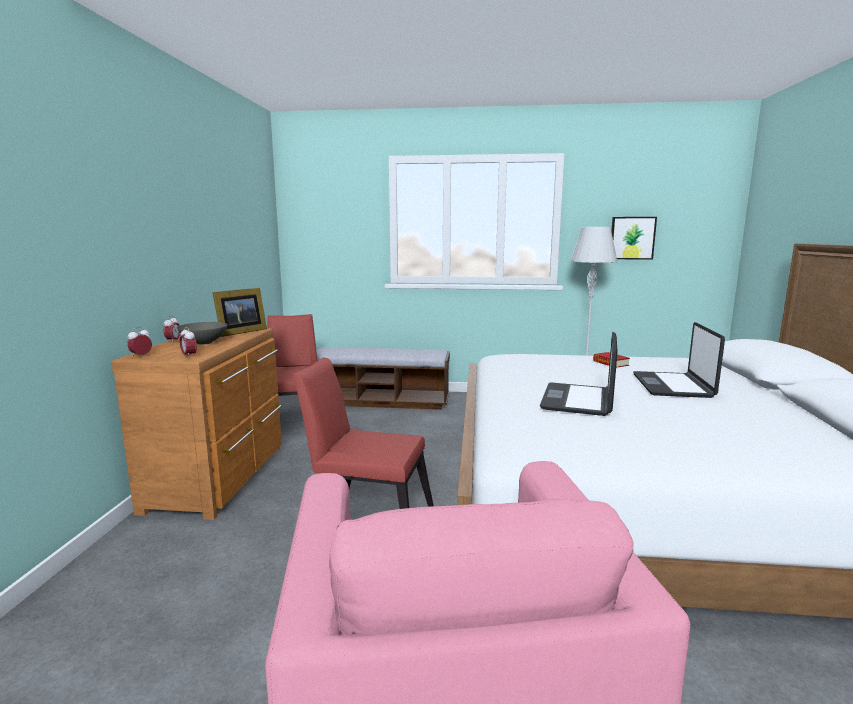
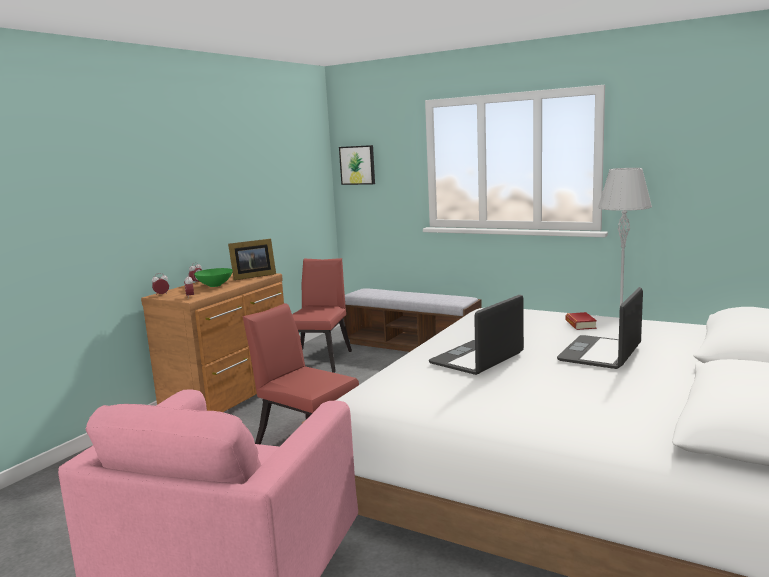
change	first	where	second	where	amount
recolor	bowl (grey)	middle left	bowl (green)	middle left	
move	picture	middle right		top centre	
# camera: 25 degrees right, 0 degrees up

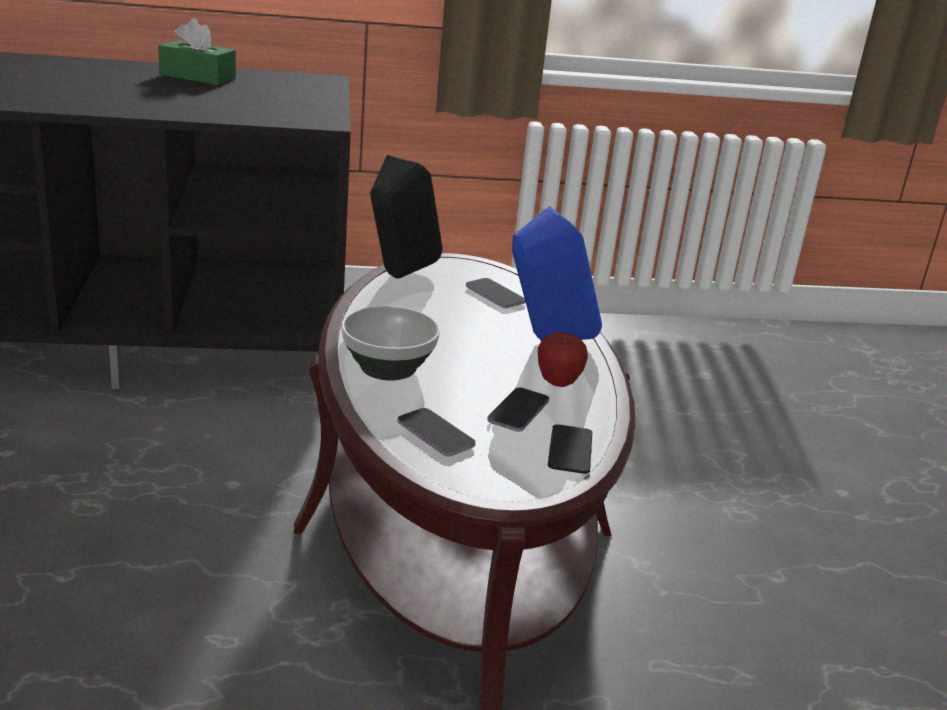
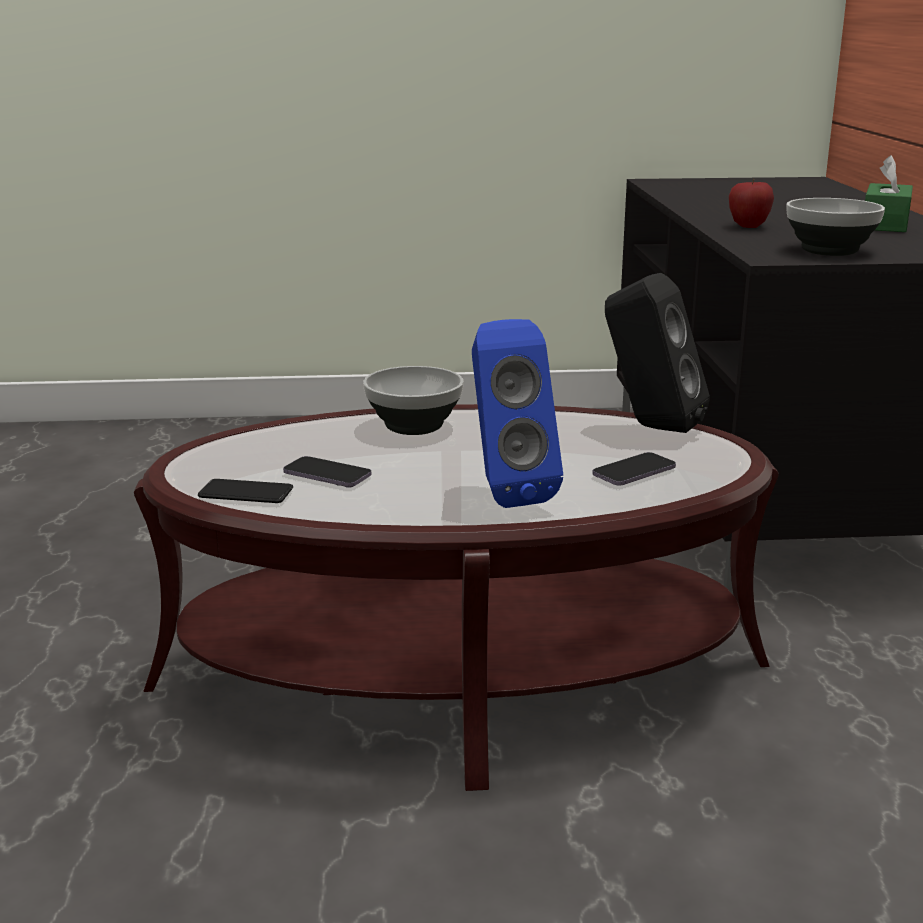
change	first	where	second	where	amount
move	apple	centre		top right	
insert			bowl (2nd from left)	top right	
delete	phone (1st from left)	centre			
# camera: 95 degrees right, 5 degrees down

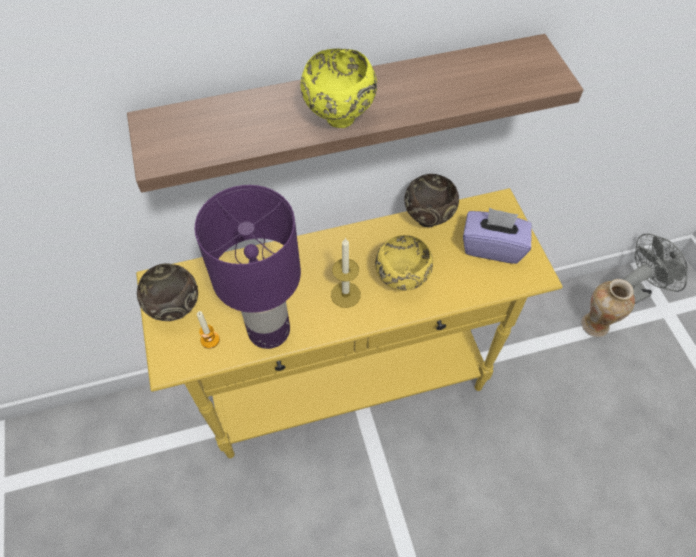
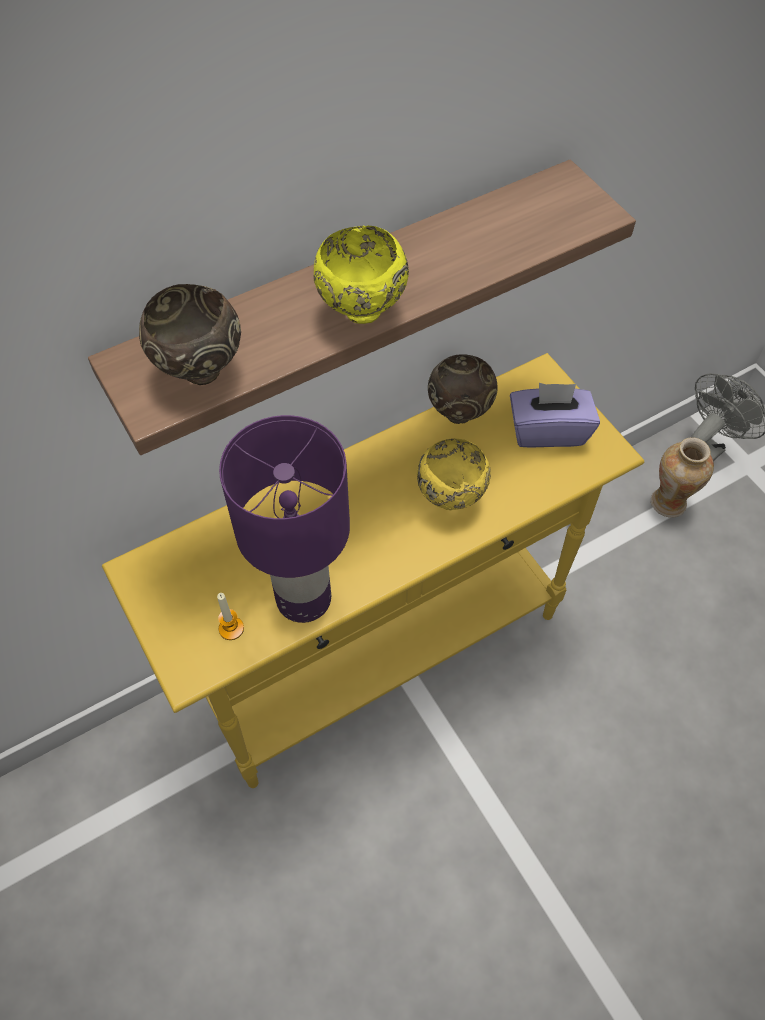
change	first	where	second	where	amount
move	bowl (brown) (1st from left)	middle left		top left	
delete	candle (2nd from left)	centre			
# camera: 15 degrees left, 0 degrees up

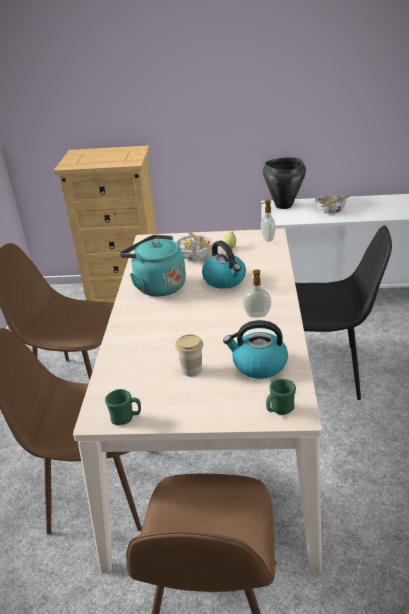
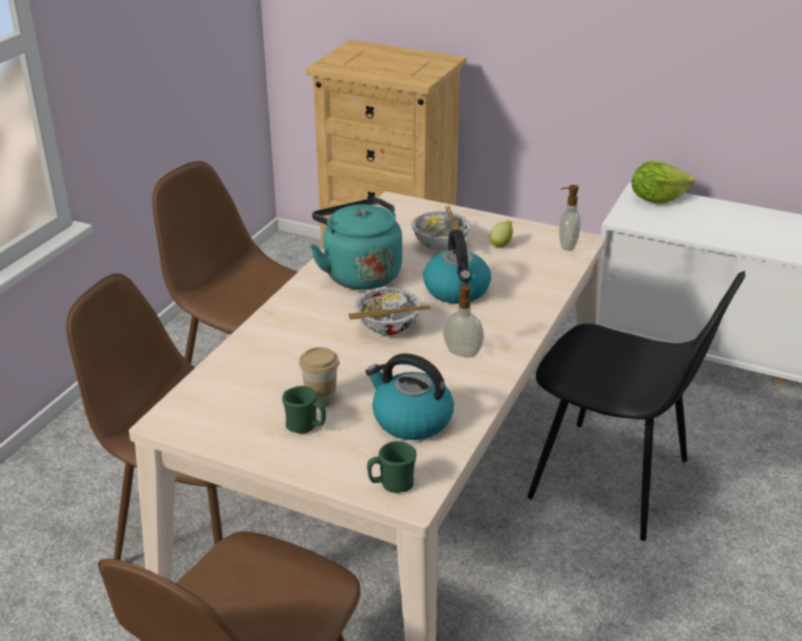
change	first	where	second	where	amount
move	mug (green) (1st from left)	middle left		centre	
move	bowl (2nd from left in the first image)	top right	bowl (1st from left)	centre	
replace	cooking pot (black)	top right	lettuce	top right	
# camera: 20 degrees right, 0 degrees up

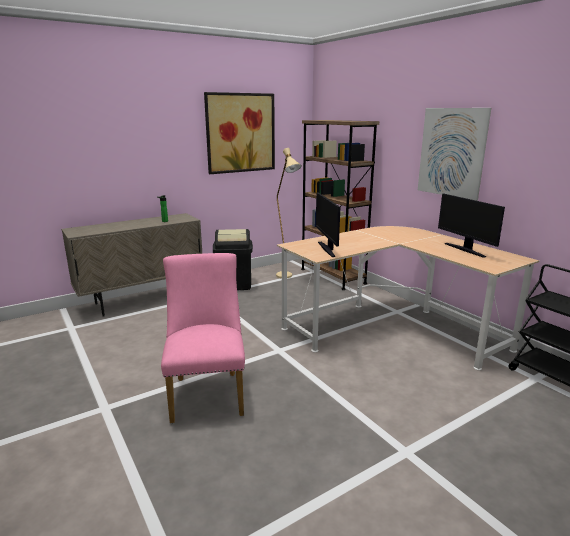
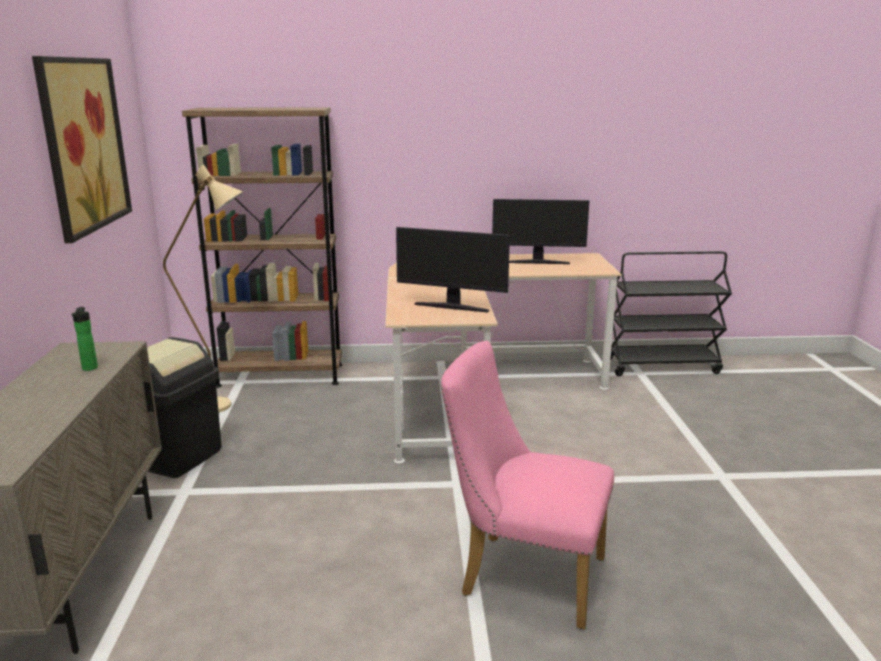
change	first	where	second	where	amount
delete	picture (2nd from left)	top right			
# camera: 60 degrees left, 0 degrees up

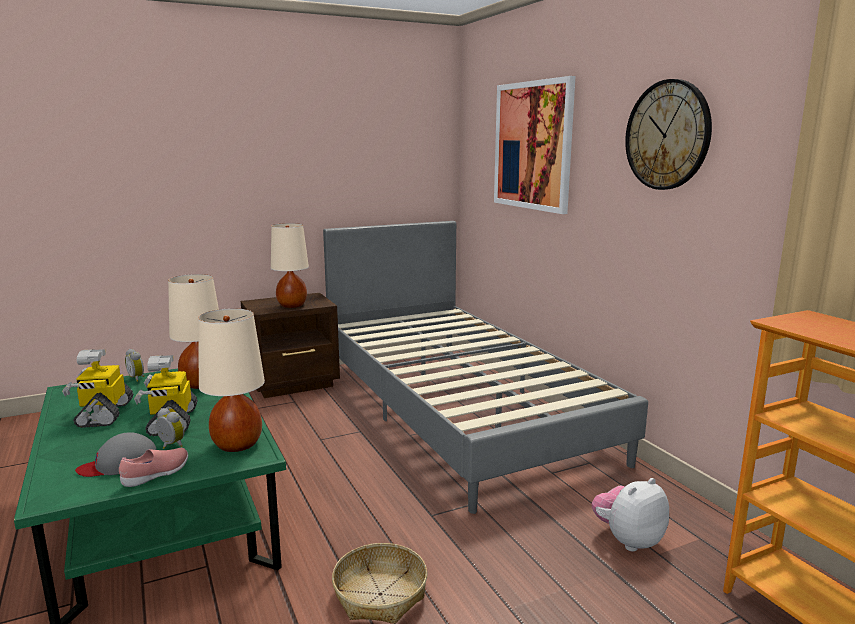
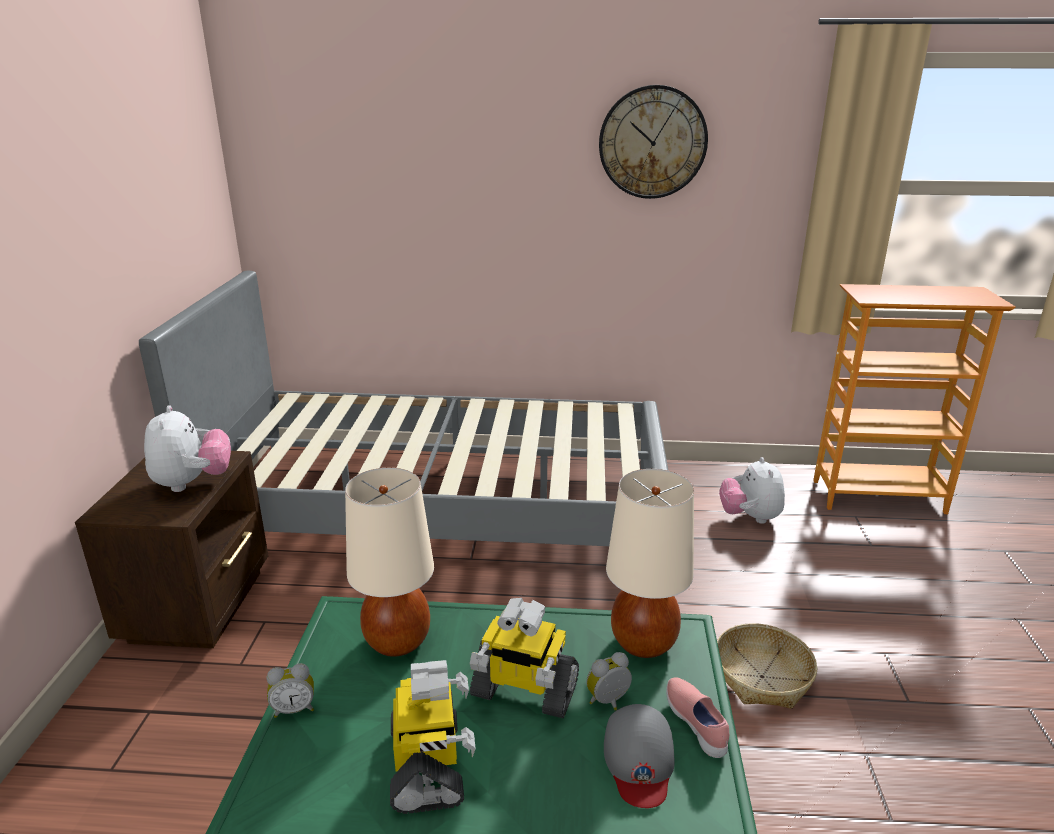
change	first	where	second	where	amount
replace	table lamp (beige) (3rd from left)	centre	plush toy (1st from left)	middle left	
rotate	toy robot (1st from left)	middle left		bottom centre	120 degrees counterclockwise
delete	picture	top centre			
# camera: 60 degrees left, 10 degrees up

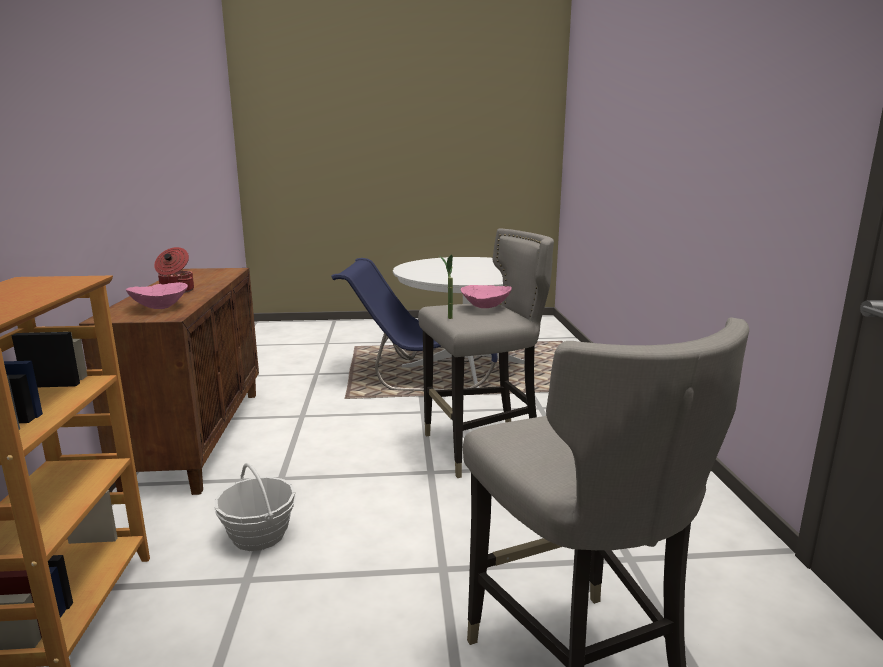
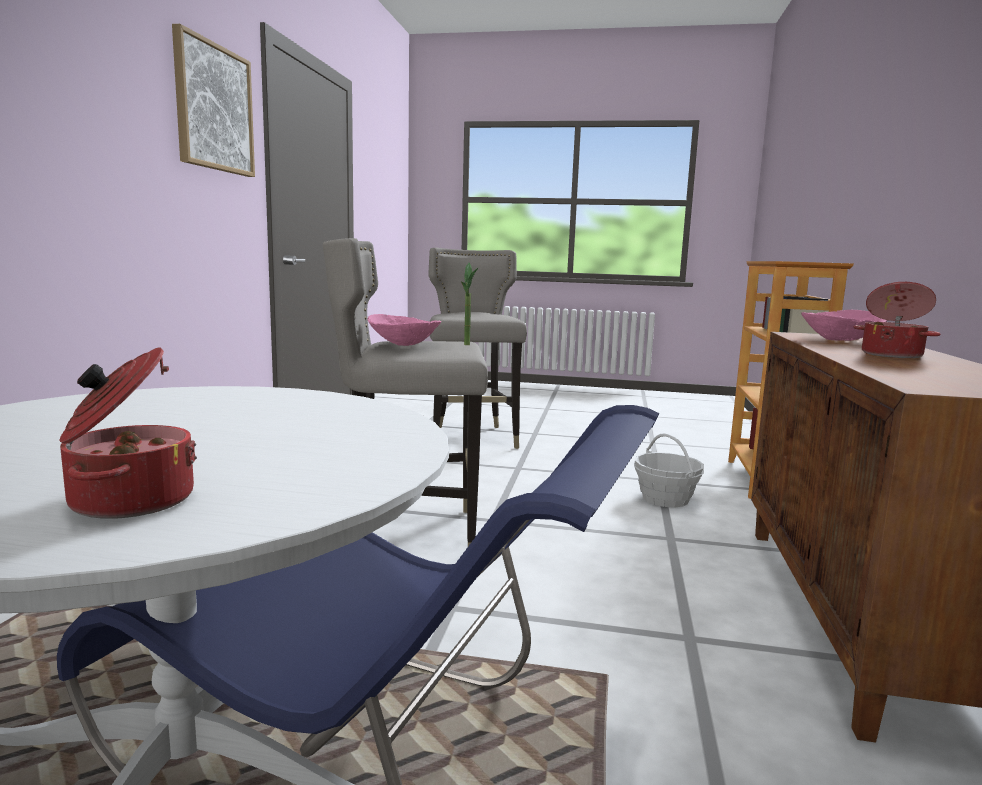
change	first	where	second	where	amount
insert			cooking pot (1st from left)	middle left	
insert			picture	top left	
# camera: 165 degrees left, 5 degrees down

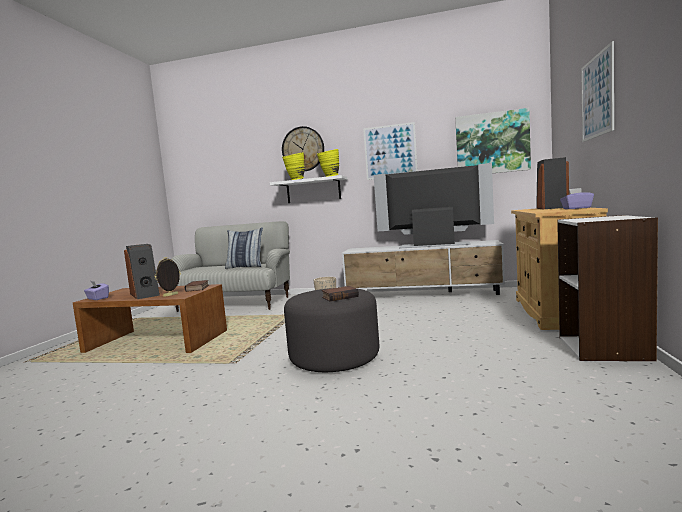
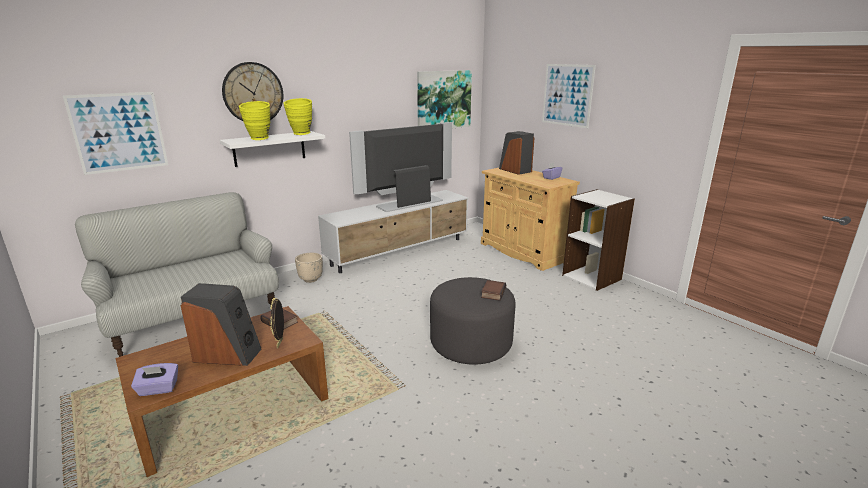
change	first	where	second	where	amount
move	picture (1st from left)	top centre		top left	
delete	pillow	centre			
# camera: 50 degrees left, 15 degrees up

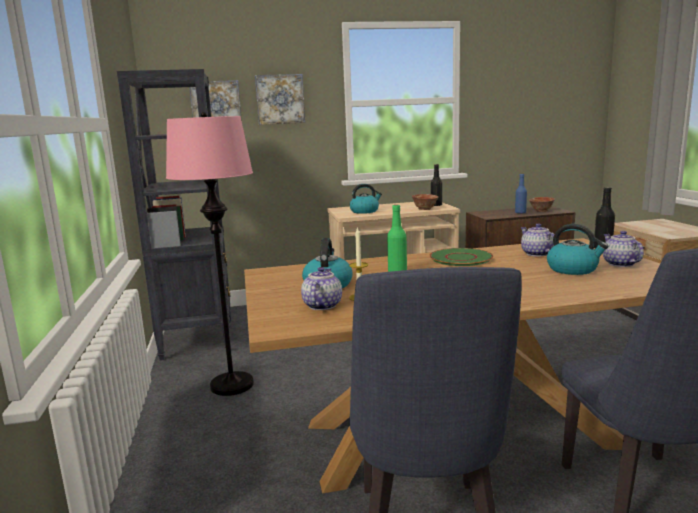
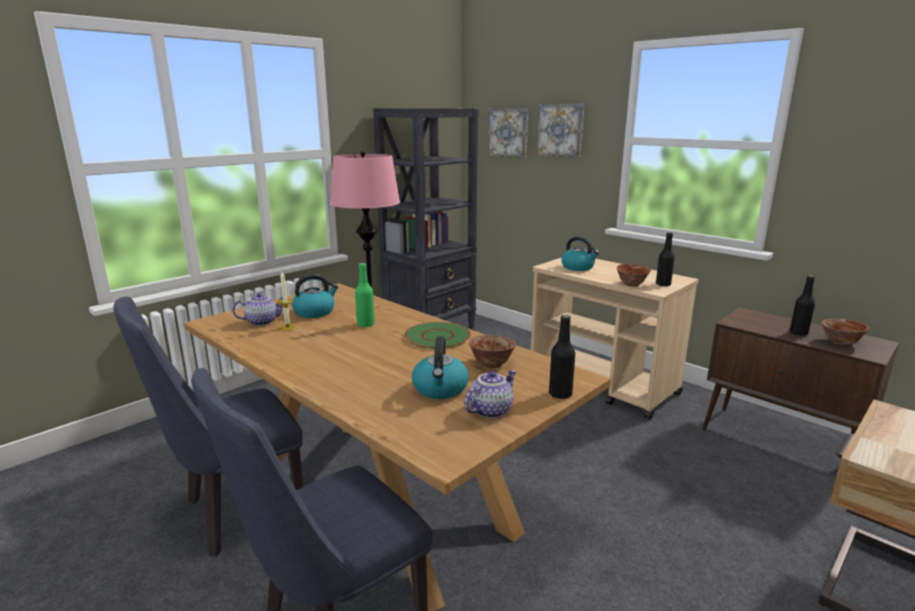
change	first	where	second	where	amount
replace	teapot (2nd from left)	middle right	bowl (1st from left)	centre	
recolor	bottle (blue)	middle right	bottle (black) (3rd from left)	middle right	
# camera: 55 degrees right, 5 degrees up

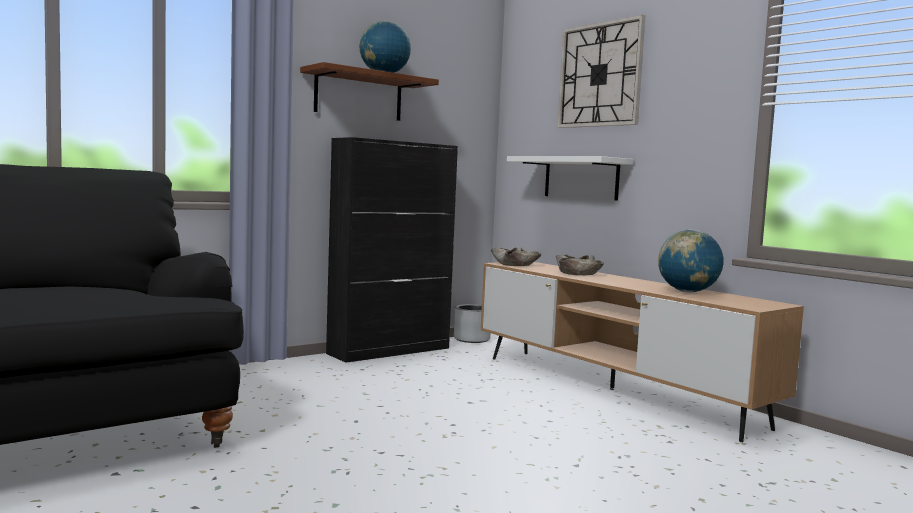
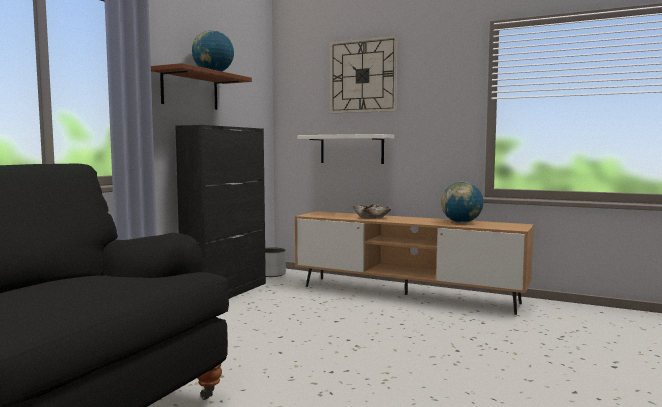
change	first	where	second	where	amount
delete	bowl (beige) (1st from left)	centre			
# camera: 25 degrees left, 0 degrees up

